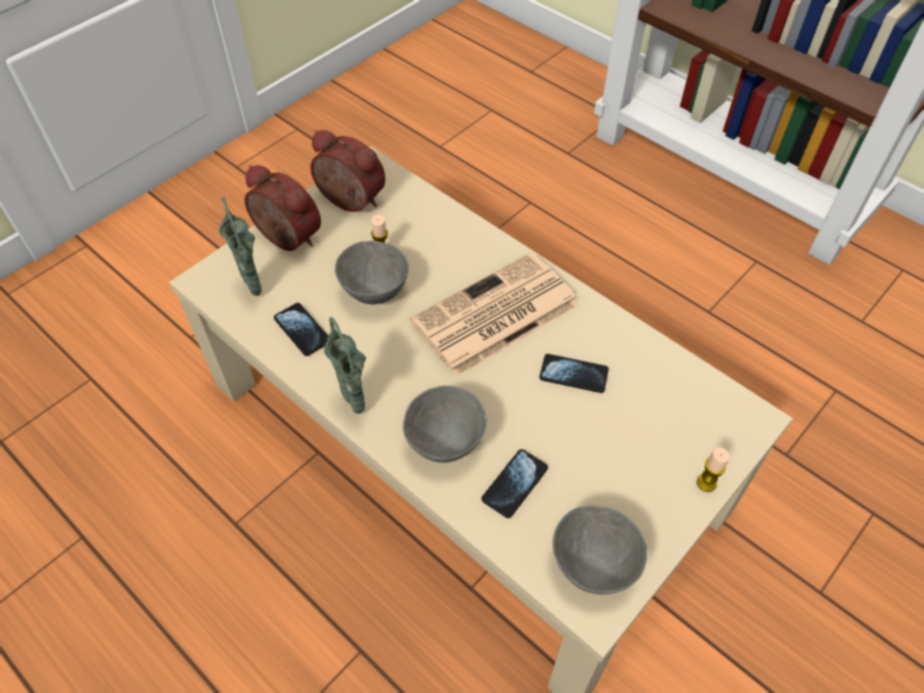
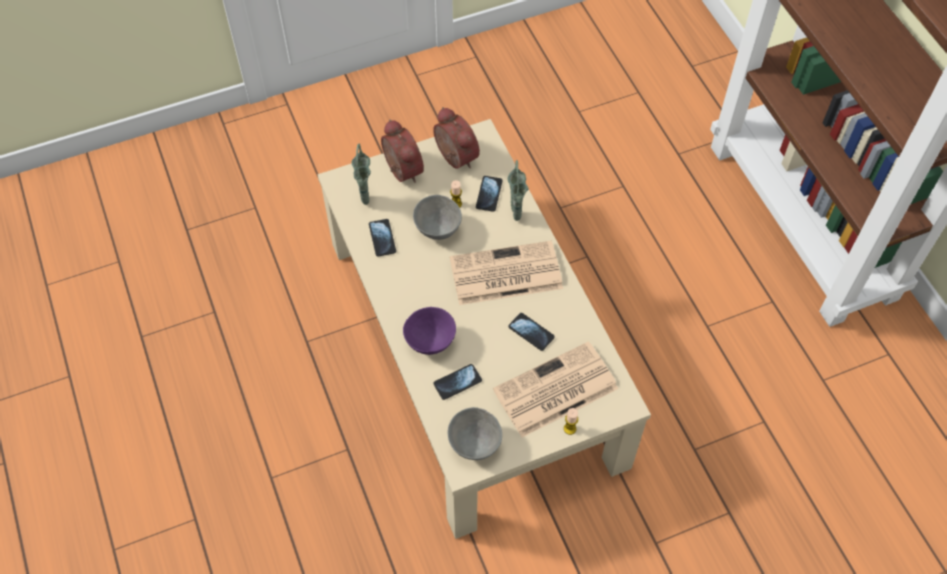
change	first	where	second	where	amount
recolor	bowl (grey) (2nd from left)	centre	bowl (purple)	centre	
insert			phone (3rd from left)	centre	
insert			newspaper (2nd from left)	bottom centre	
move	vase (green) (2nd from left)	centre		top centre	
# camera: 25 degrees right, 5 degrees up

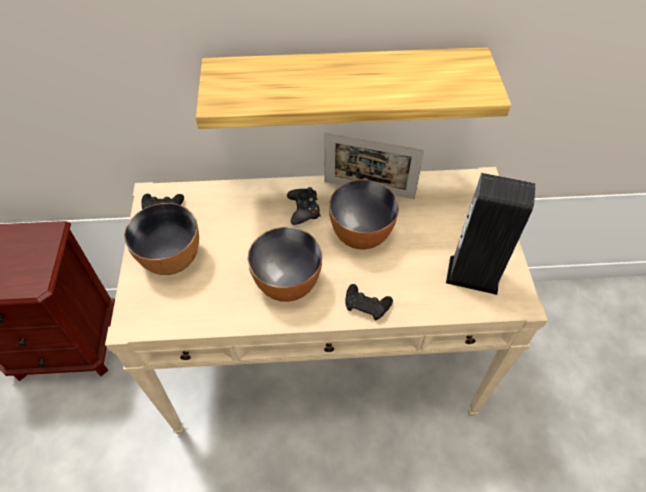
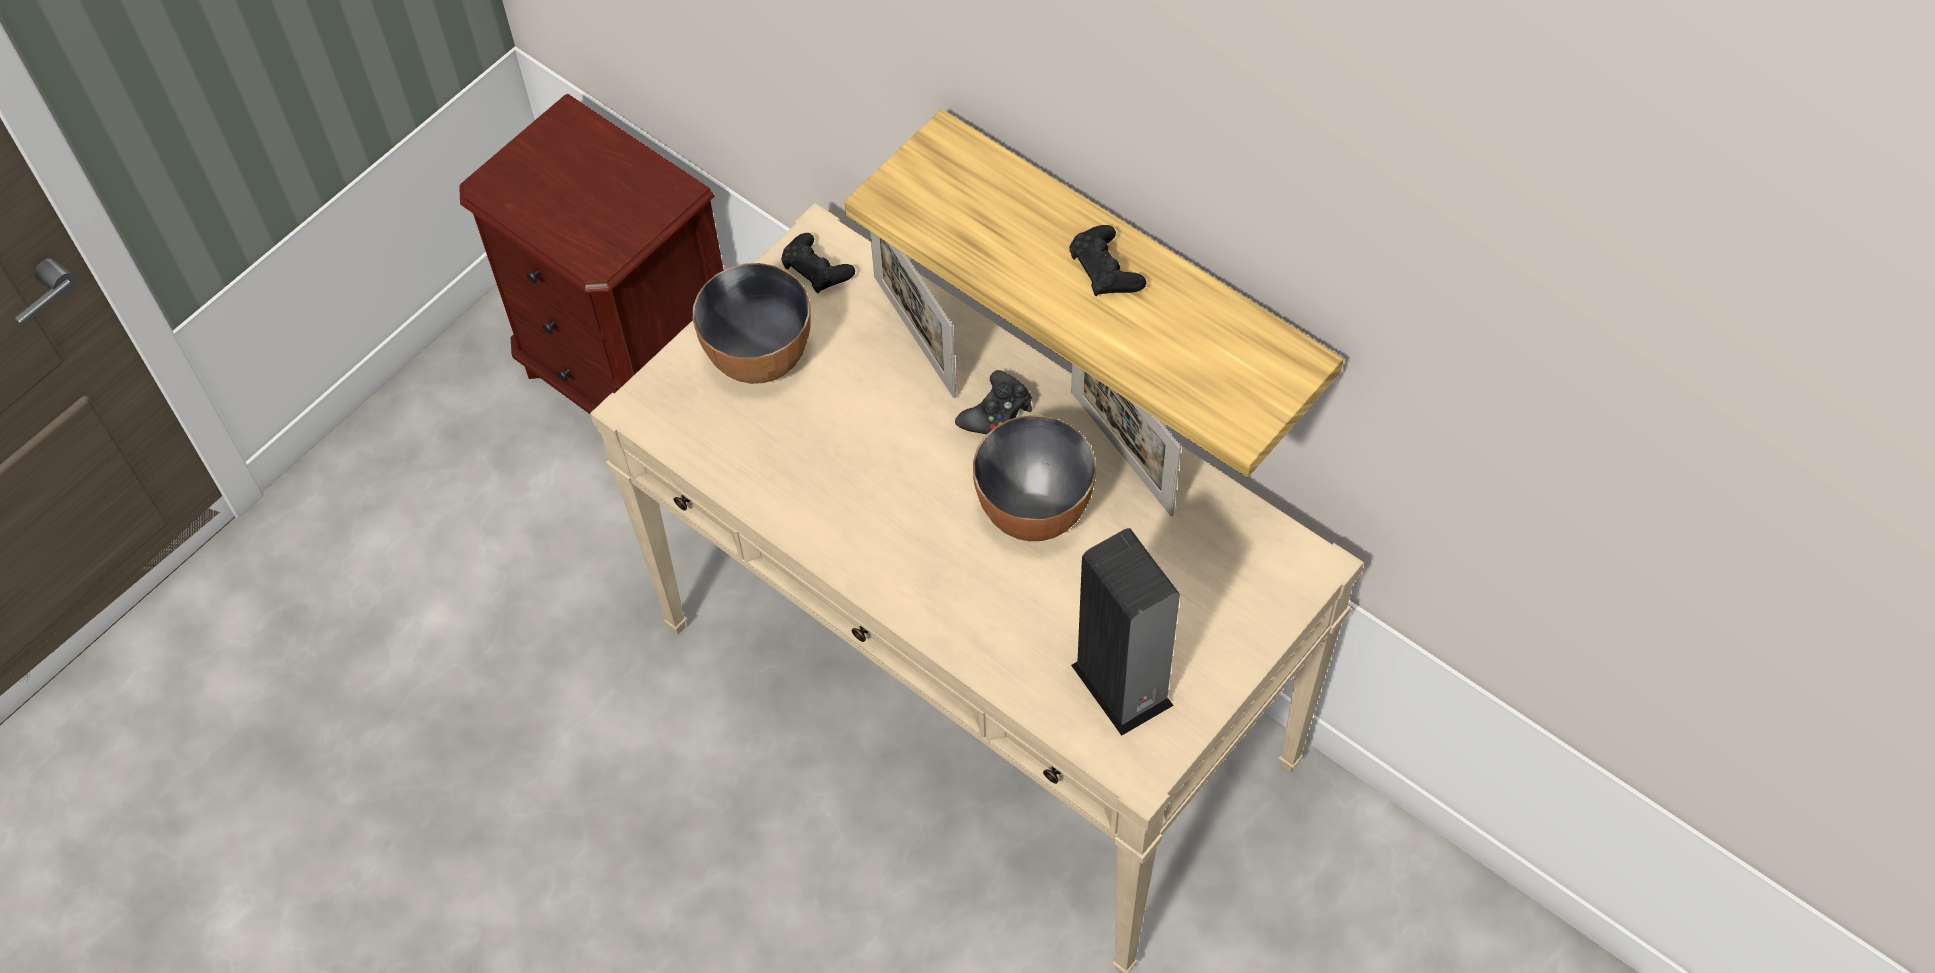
change	first	where	second	where	amount
insert			picture frame (1st from left)	top centre	
move	game controller (black) (3rd from left)	centre		top centre	
delete	bowl (2nd from left)	centre			
# camera: 45 degrees right, 5 degrees up

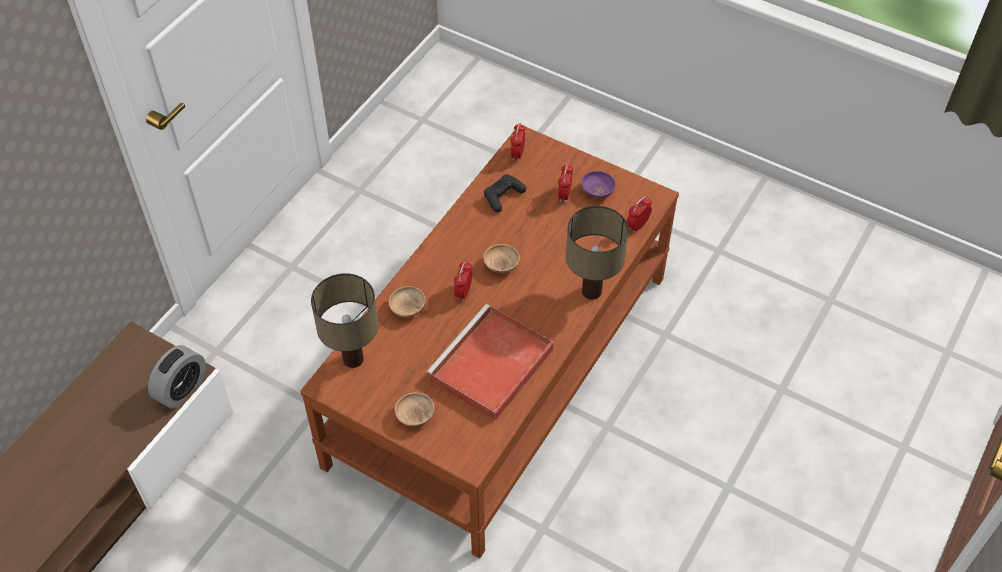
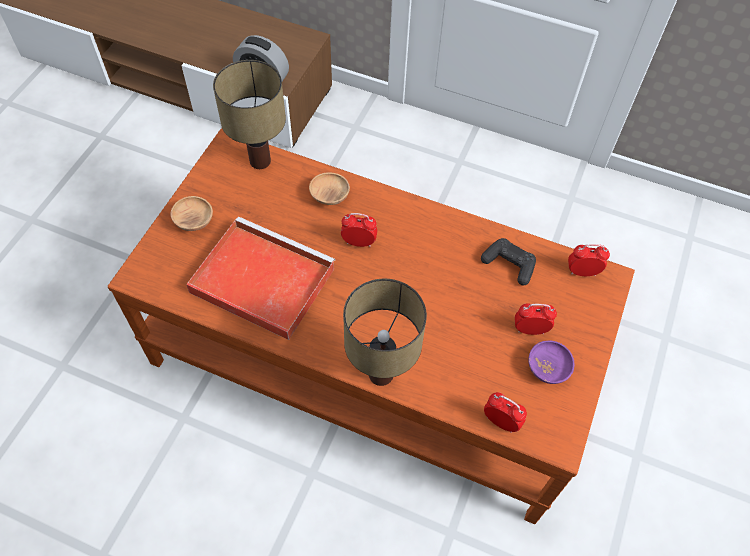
change	first	where	second	where	amount
delete	bowl (brown) (3rd from left)	centre			
# camera: 80 degrees right, 5 degrees up

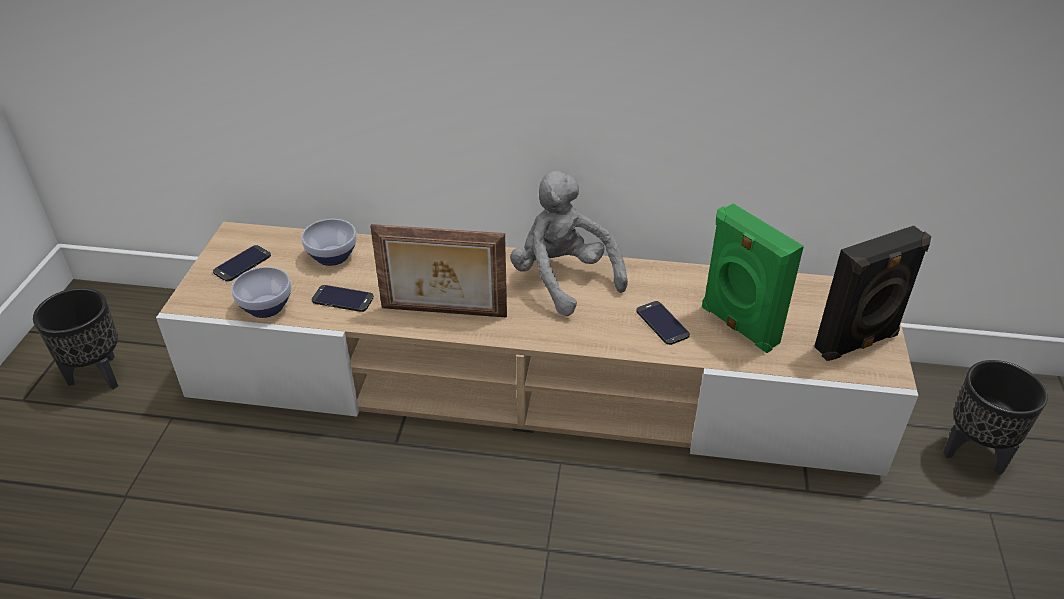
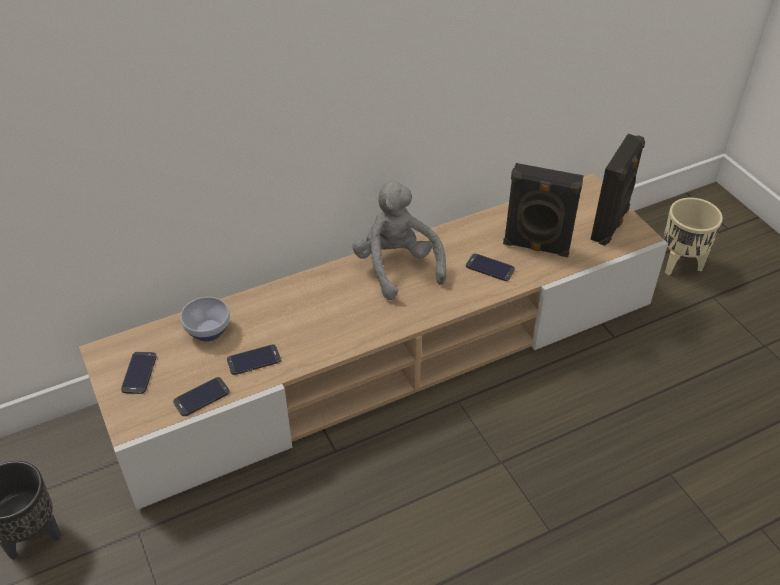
change	first	where	second	where	amount
replace	bowl (1st from left)	middle left	phone (2nd from left)	bottom left	
rotate	plush toy (grey)	centre		centre	45 degrees clockwise
recolor	speaker (green)	middle right	speaker (black) (1st from left)	middle right	
recolor	planter (black) (2nd from left)	bottom right	planter (beige)	middle right	
delete	picture frame	centre			
# camera: 35 degrees left, 5 degrees up

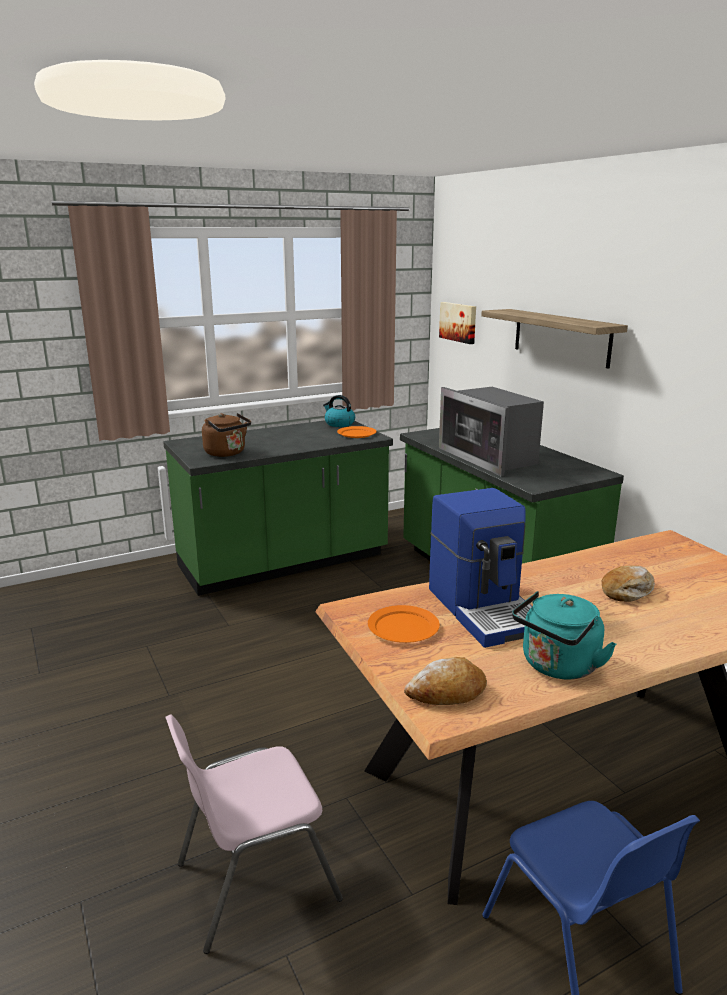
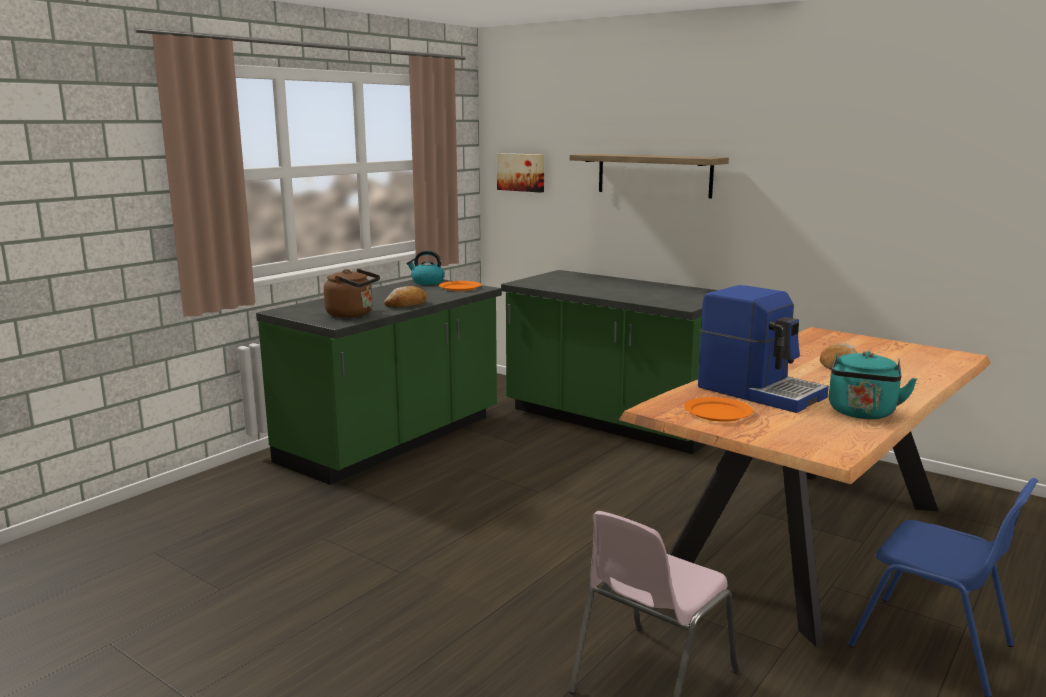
change	first	where	second	where	amount
move	bread (1st from left)	bottom centre		centre	
delete	microwave	middle right			
# camera: 25 degrees left, 5 degrees down

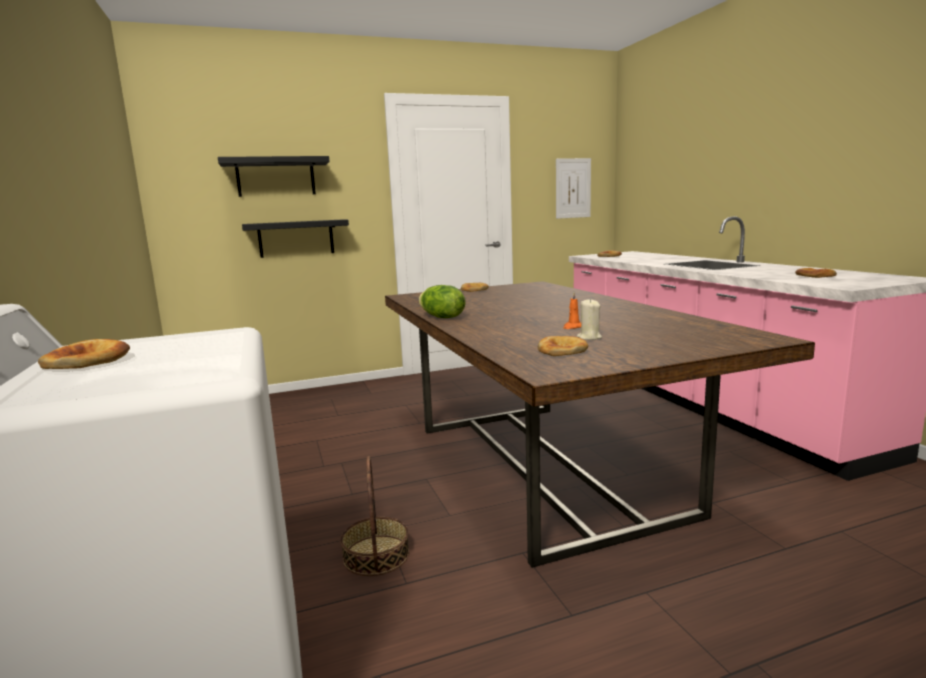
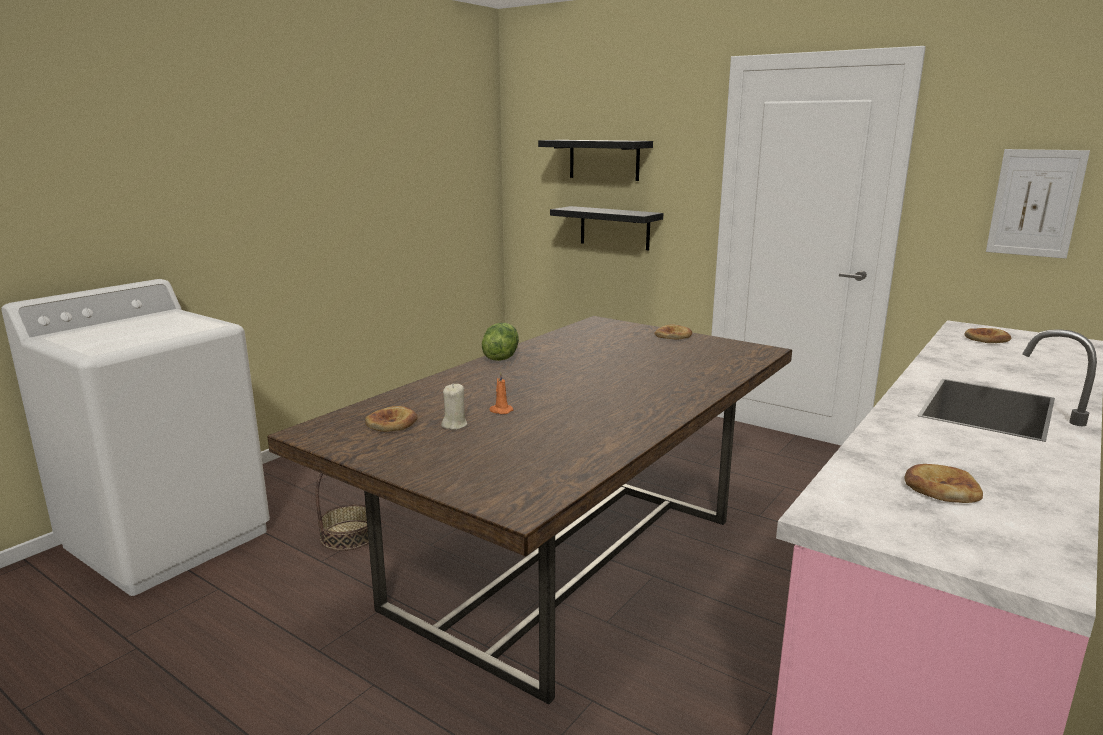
change	first	where	second	where	amount
delete	bread (1st from left)	middle left			
# camera: 55 degrees right, 5 degrees up

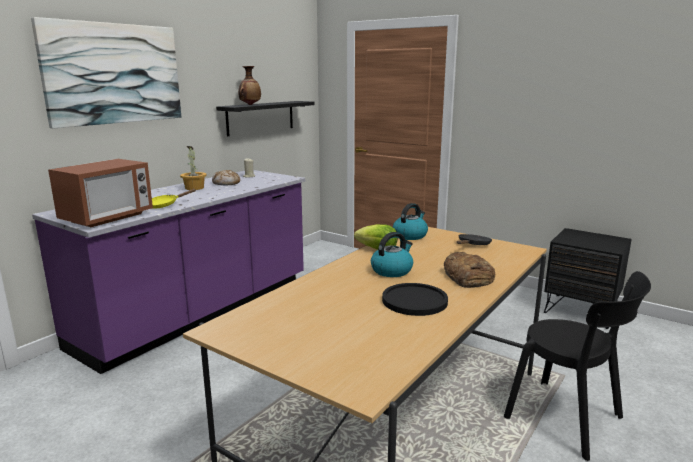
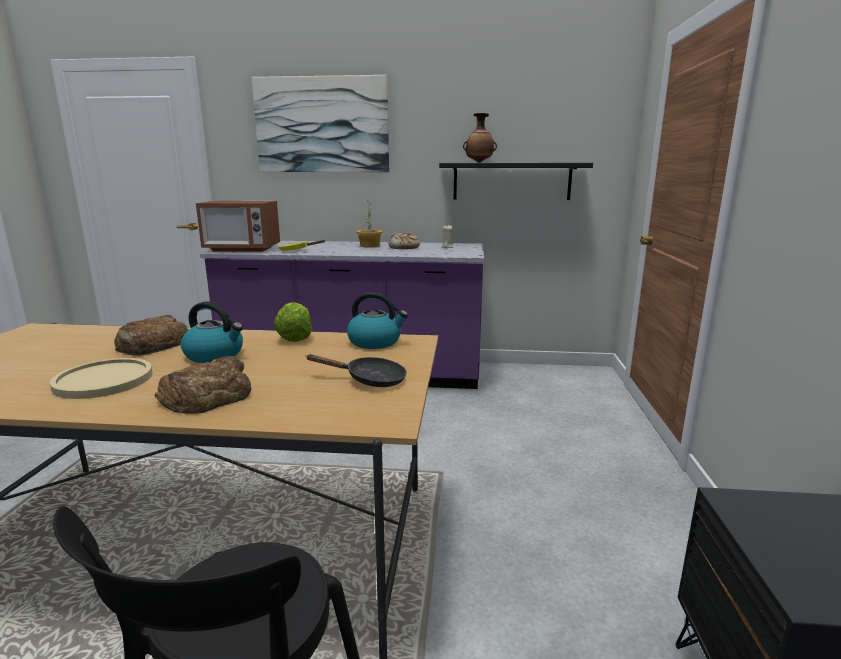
change	first	where	second	where	amount
recolor	plate (black)	centre	plate (beige)	middle left	
insert			bread (1st from left)	middle left	
# camera: 60 degrees right, 0 degrees up

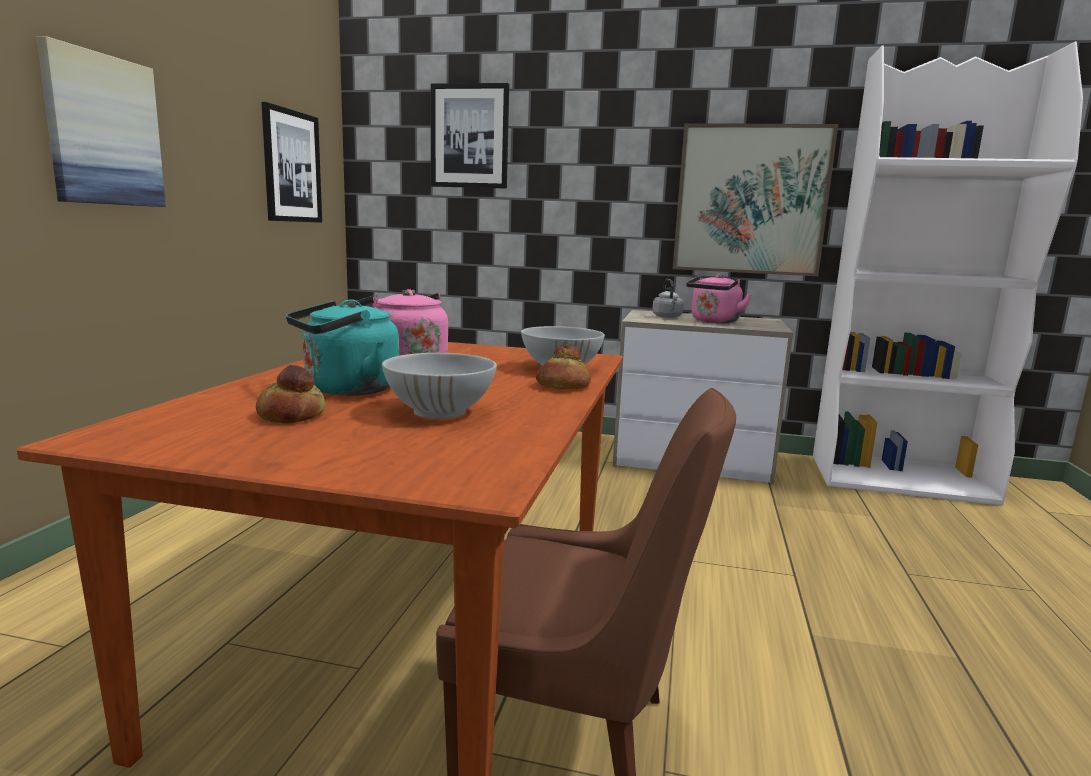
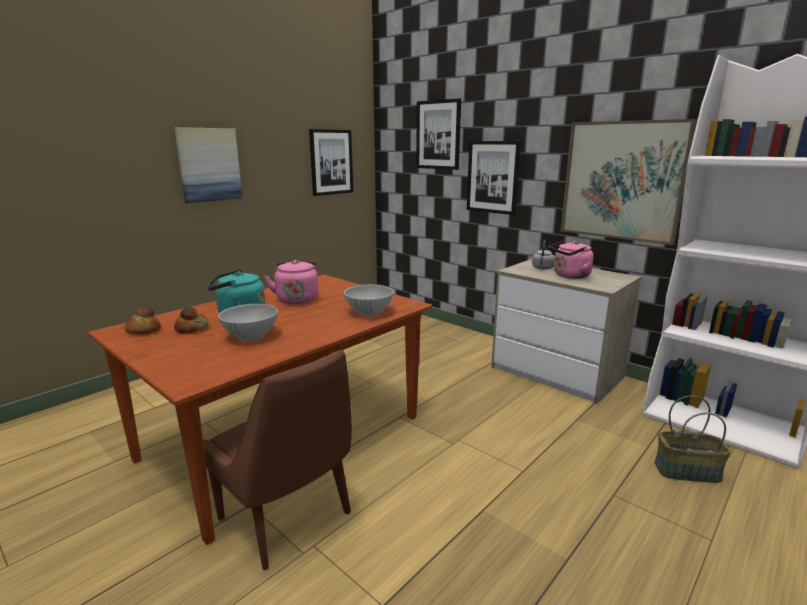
change	first	where	second	where	amount
move	bread (2nd from left in the first image)	centre	bread (1st from left)	middle left	
insert			picture (4th from left)	top centre	
insert			basket	bottom right	
# camera: 30 degrees right, 5 degrees up

